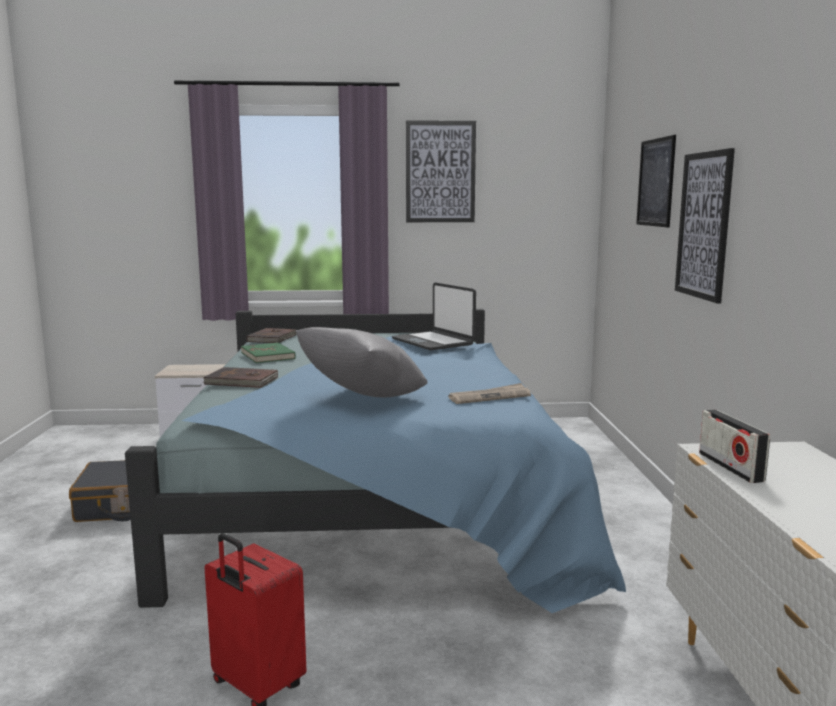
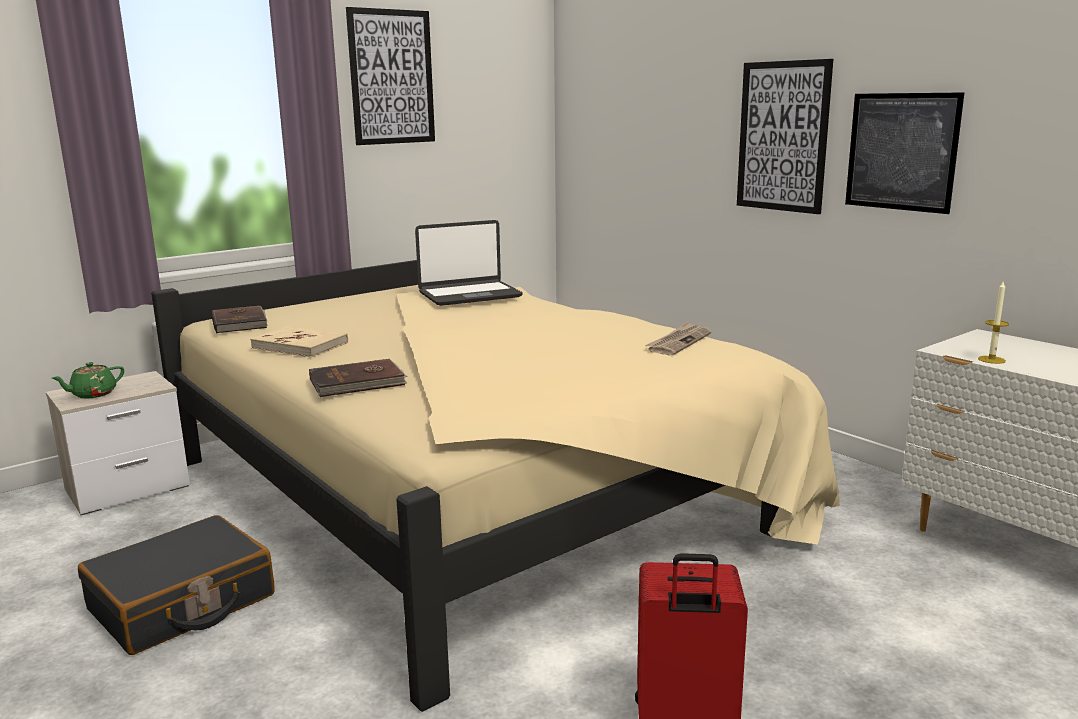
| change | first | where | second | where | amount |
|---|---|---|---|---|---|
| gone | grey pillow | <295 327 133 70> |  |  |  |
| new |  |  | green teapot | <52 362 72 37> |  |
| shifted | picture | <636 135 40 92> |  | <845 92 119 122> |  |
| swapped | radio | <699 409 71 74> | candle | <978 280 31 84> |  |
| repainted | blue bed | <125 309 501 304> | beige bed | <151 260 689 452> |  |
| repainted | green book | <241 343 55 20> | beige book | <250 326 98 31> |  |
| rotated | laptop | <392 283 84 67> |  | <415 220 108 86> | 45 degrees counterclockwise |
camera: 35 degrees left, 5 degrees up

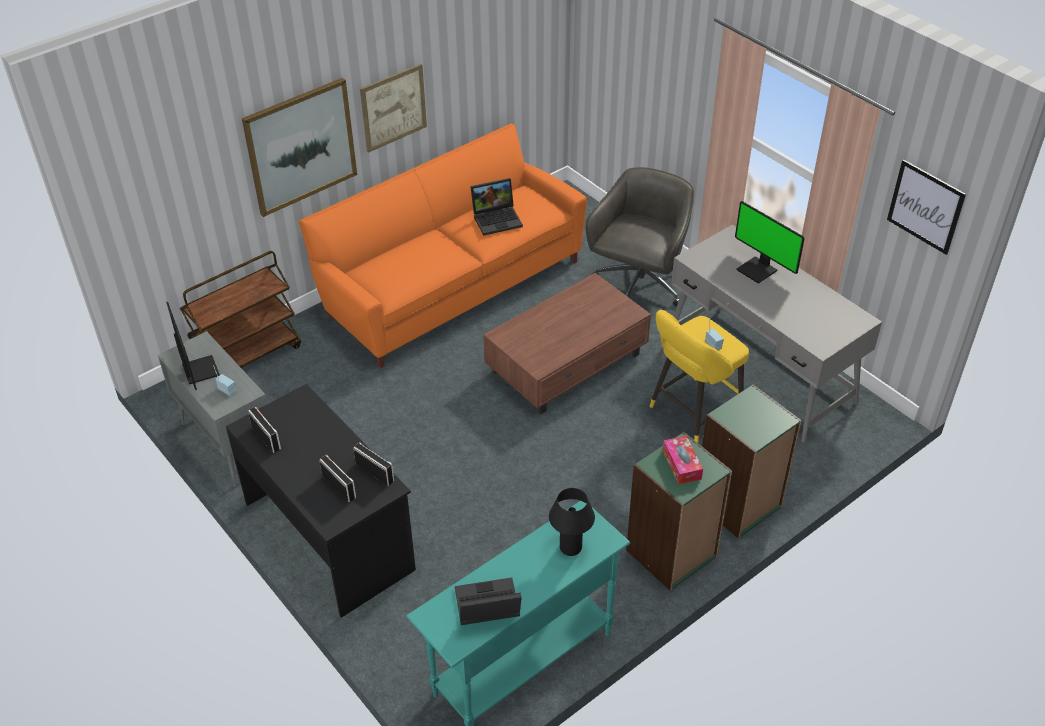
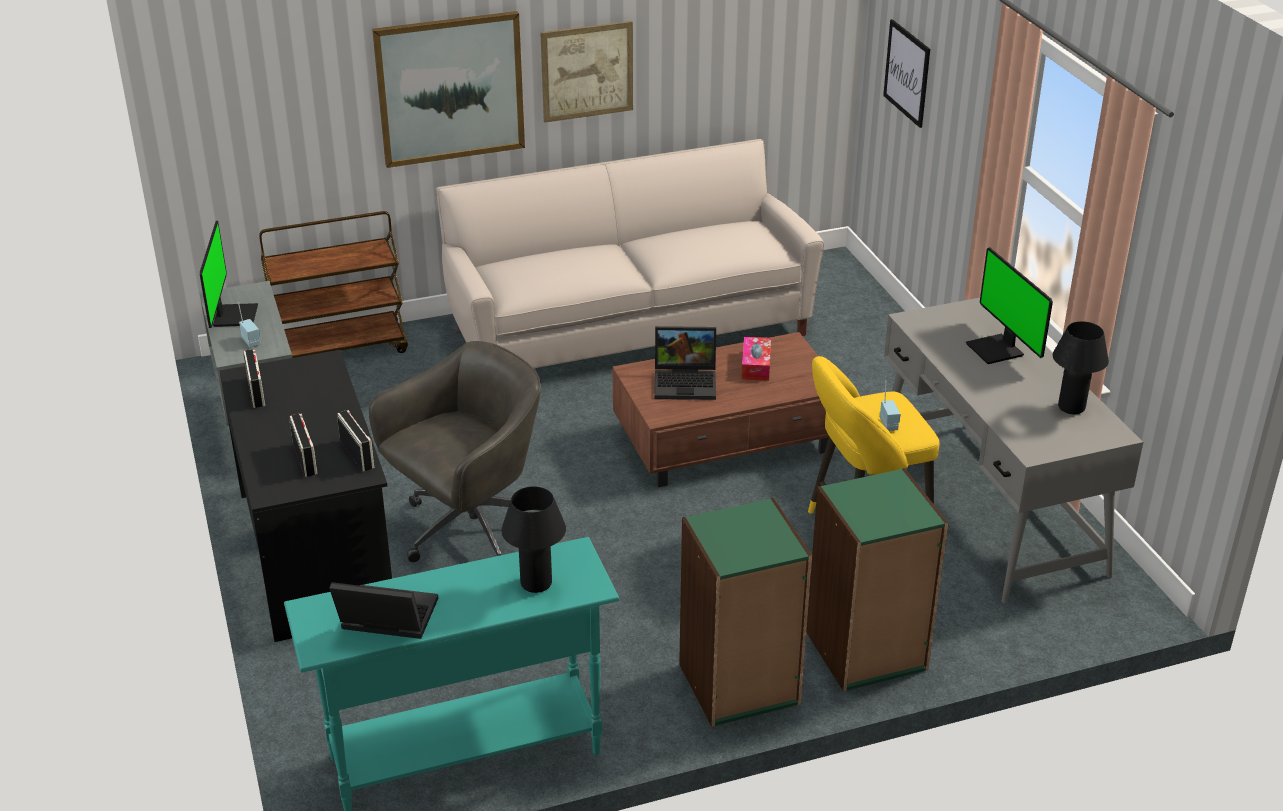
| change | first | where | second | where | amount |
|---|---|---|---|---|---|
| new |  |  | black table lamp | <1053 321 56 93> |  |
| shifted | laptop | <470 178 53 58> |  | <654 326 62 74> |  |
| shifted | grey office chair | <586 167 108 140> |  | <369 341 173 221> |  |
| shifted | tissue box | <663 436 40 48> |  | <742 337 29 44> |  |
| shifted | picture | <887 159 79 96> |  | <883 19 47 109> |  |
| repainted | orange sofa | <299 124 288 244> | beige sofa | <436 139 388 229> |  |
camera: 20 degrees right, 10 degrees down

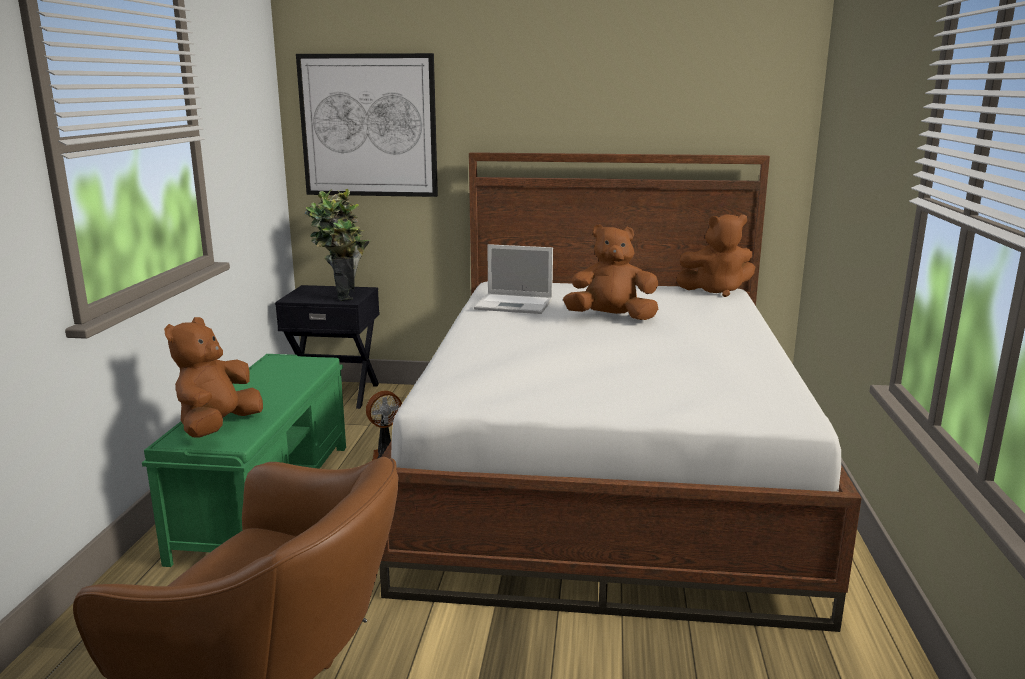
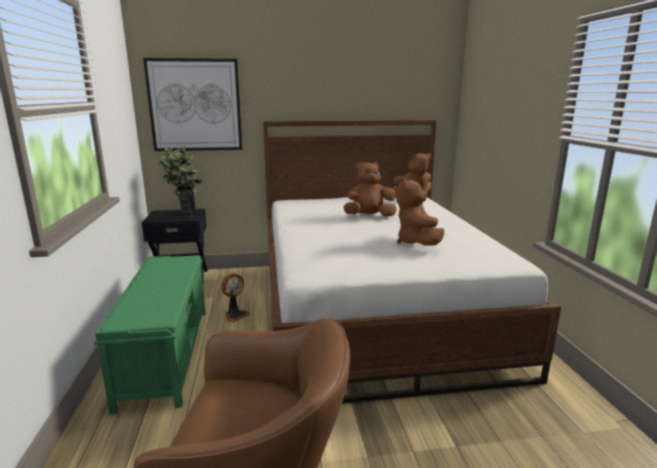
| change | first | where | second | where | amount |
|---|---|---|---|---|---|
| gone | laptop | <474 244 79 70> |  |  |  |
| shifted | brown plush toy | <164 317 99 121> |  | <397 178 48 68> |  |
camera: 15 degrees left, 0 degrees up

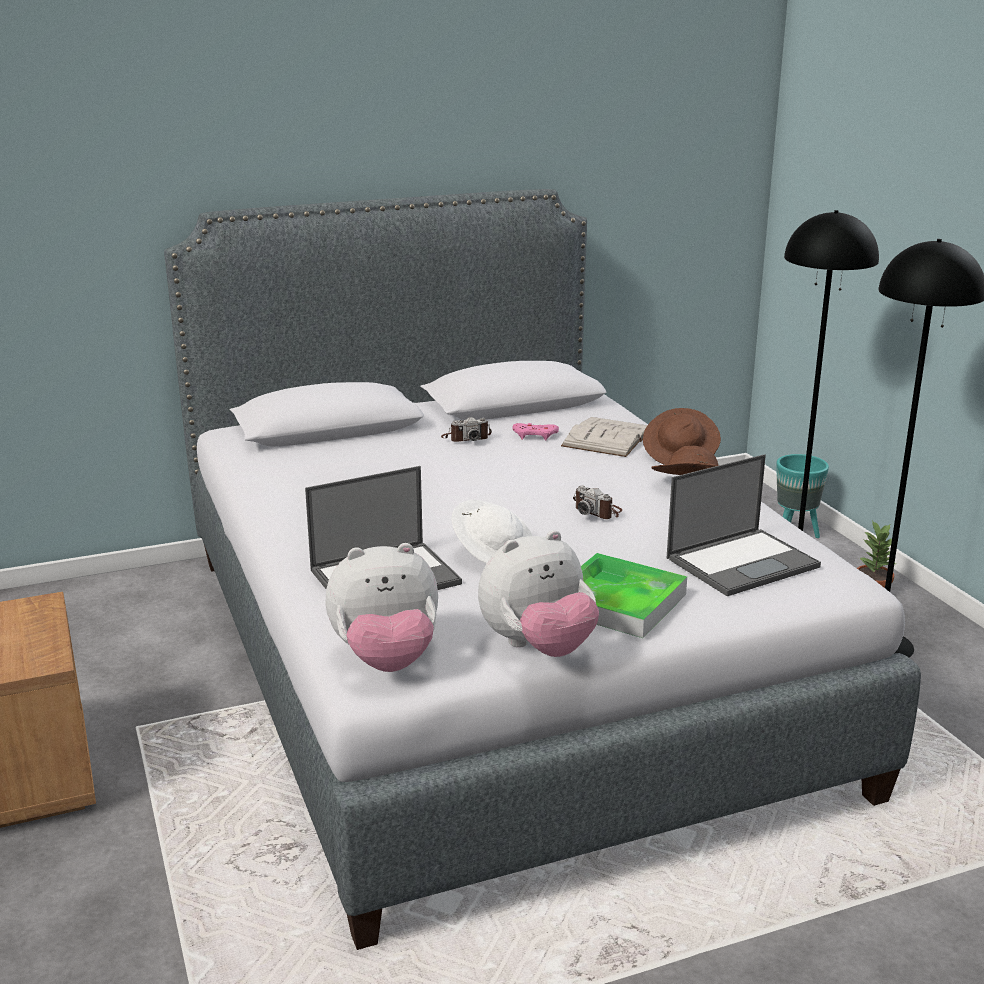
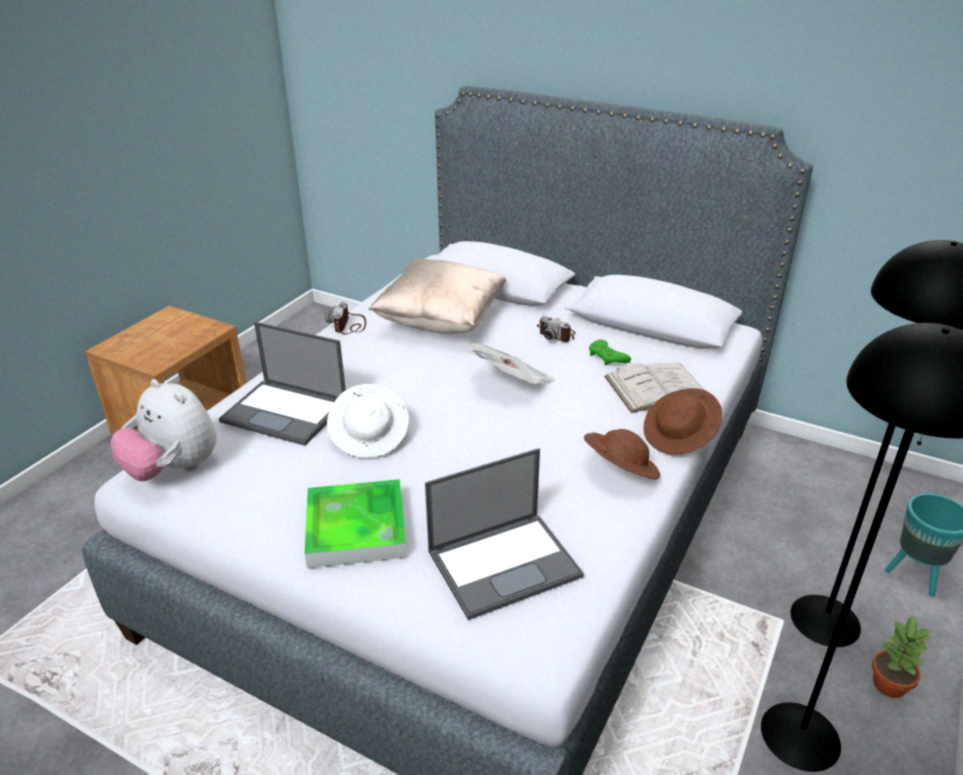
| change | first | where | second | where | amount |
|---|---|---|---|---|---|
| gone | plush toy | <478 530 121 127> |  |  |  |
| new |  |  | beige pillow | <368 258 138 76> |  |
| new |  |  | newspaper | <468 343 86 41> |  |
| shifted | photo camera | <573 485 49 34> |  | <325 302 41 32> |  |
| repainted | pink game controller | <512 423 47 17> | green game controller | <589 340 42 26> |  |
| rotated | laptop | <667 454 154 142> |  | <425 448 159 172> | 45 degrees counterclockwise |
camera: 50 degrees right, 10 degrees up

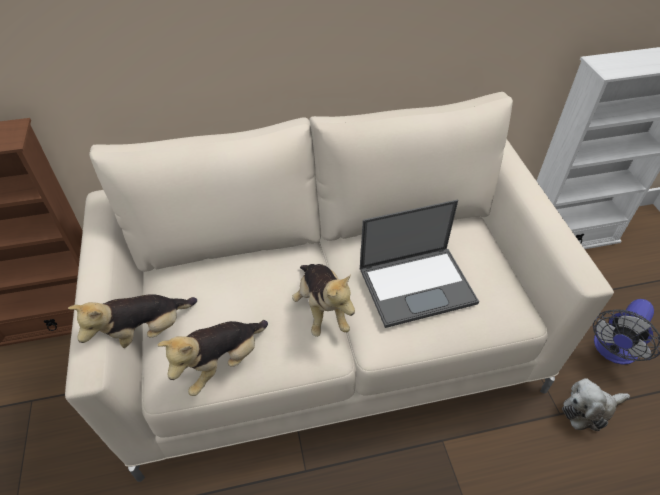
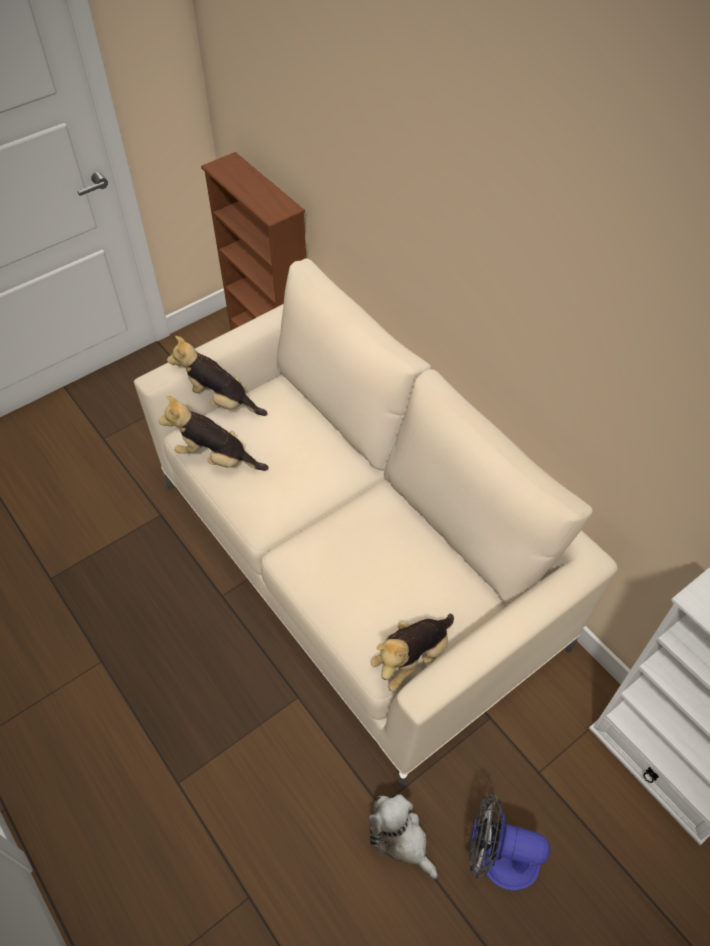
| change | first | where | second | where | amount |
|---|---|---|---|---|---|
| gone | laptop | <360 200 119 128> |  |  |  |
| shifted | plush toy | <292 264 63 73> |  | <371 614 83 77> |  |
camera: 65 degrees right, 5 degrees up

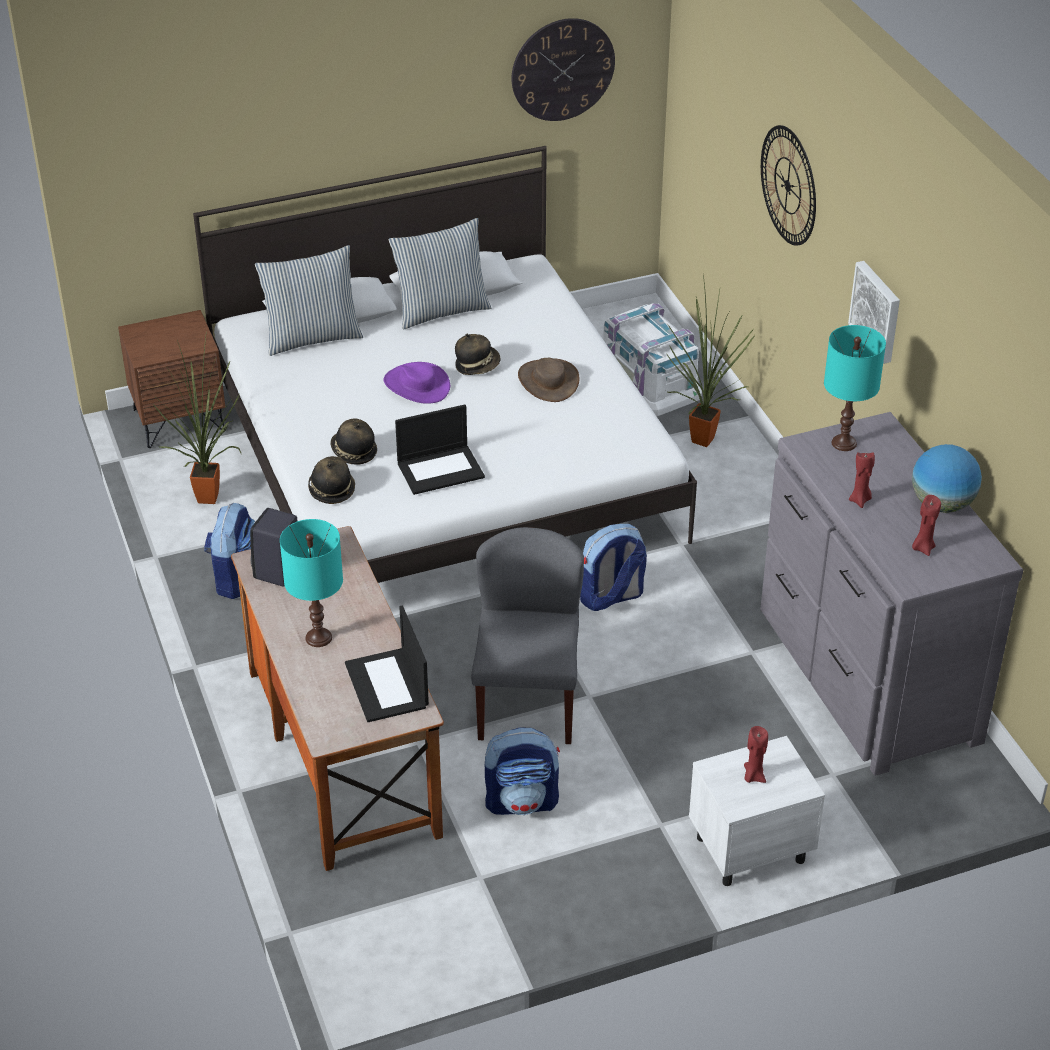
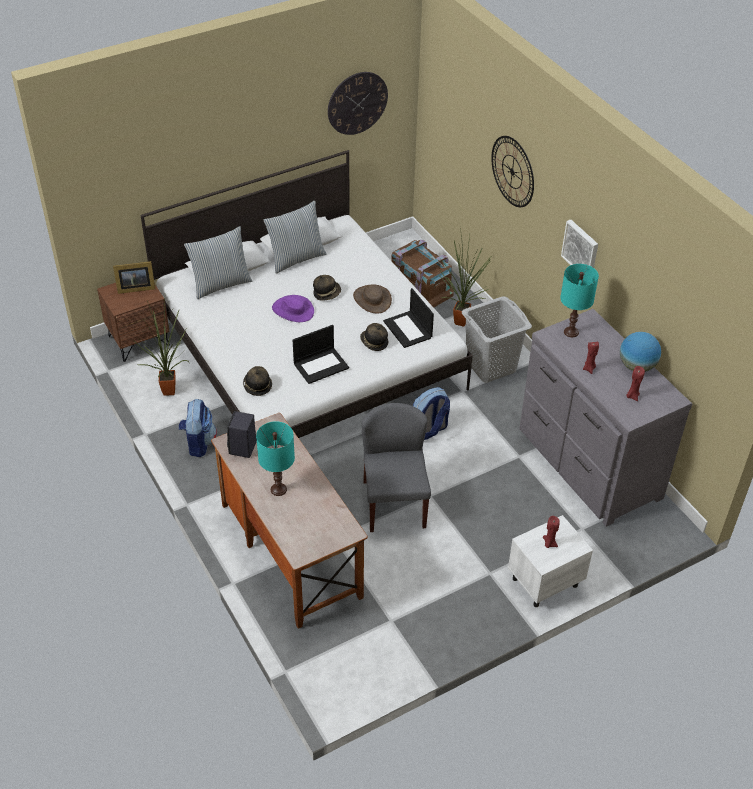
| change | first | where | second | where | amount |
|---|---|---|---|---|---|
| gone | backpack | <485 727 75 88> |  |  |  |
| new |  |  | picture frame | <113 261 42 33> |  |
| new |  |  | grey laundry basket | <462 296 70 87> |  |
| shifted | hat | <330 418 47 47> |  | <360 323 28 28> |  |
| shifted | laptop | <345 605 84 117> |  | <383 288 51 60> |  |
| repainted | white storage box | <603 303 99 113> | brown storage box | <391 240 63 68> |  |
camera: 10 degrees left, 5 degrees up

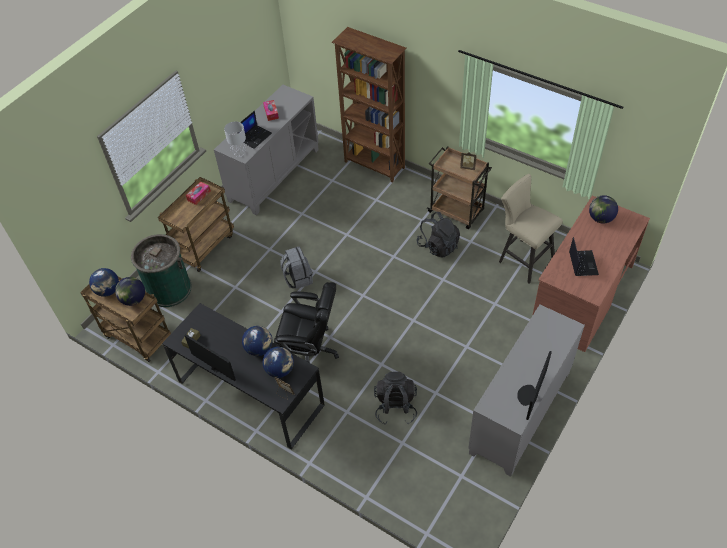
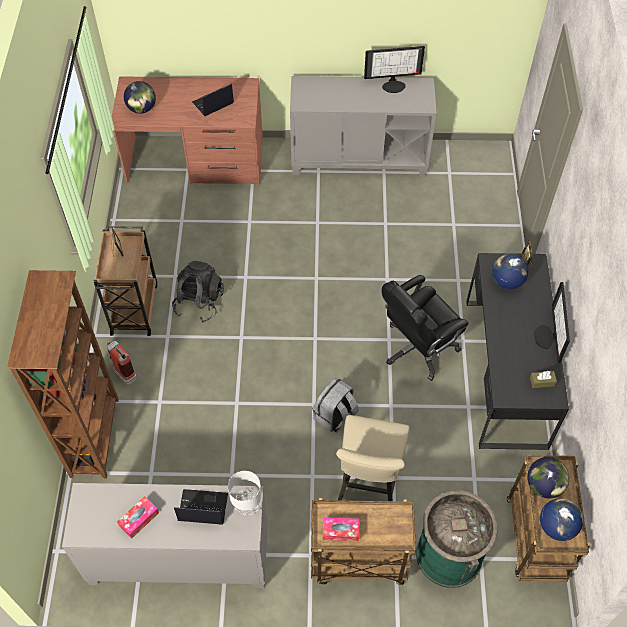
| change | first | where | second | where | amount |
|---|---|---|---|---|---|
| gone | globe | <242 326 31 30> |  |  |  |
| gone | black backpack | <374 372 43 53> |  |  |  |
| new |  |  | fire extinguisher | <107 341 30 44> |  |
| shifted | beige stool | <499 174 64 109> |  | <336 415 74 86> |  |
| rotated | black office chair | <274 282 65 81> |  | <382 275 86 106> | 105 degrees counterclockwise |
camera: 125 degrees left, 5 degrees up

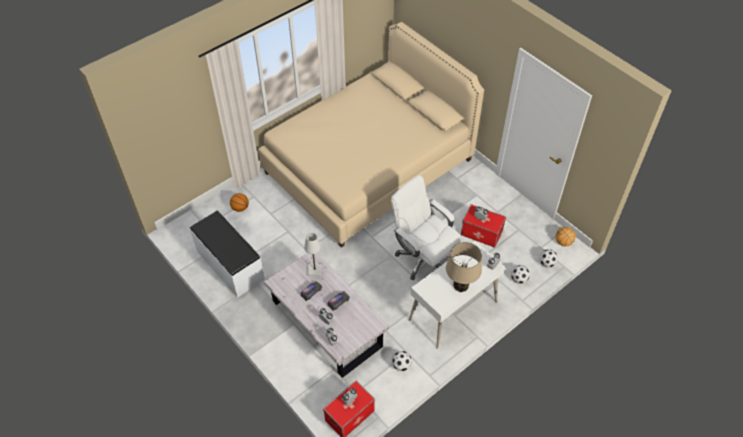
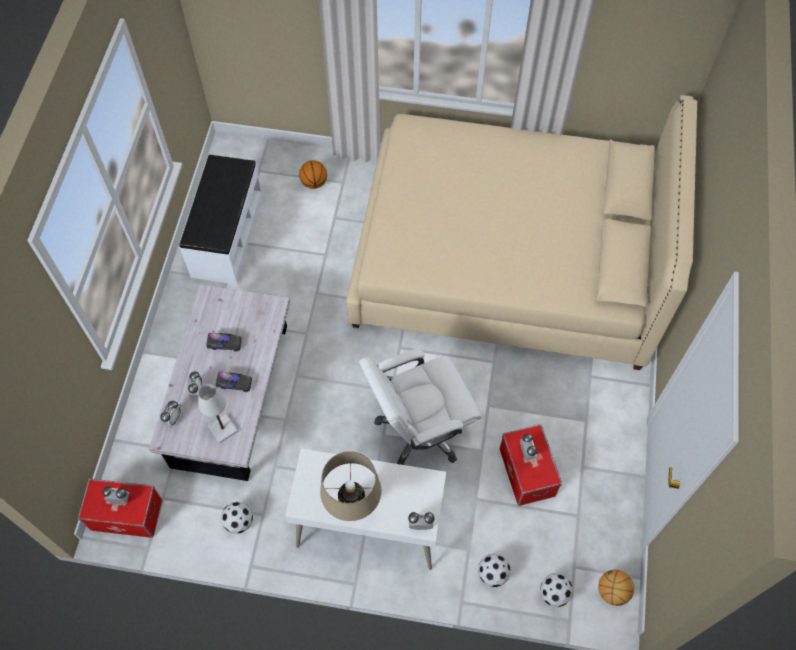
| change | first | where | second | where | amount |
|---|---|---|---|---|---|
| shifted | white table lamp | <304 233 18 43> |  | <198 384 40 59> |  |
| rotated | white office chair | <391 175 71 105> |  | <359 349 123 116> | 120 degrees counterclockwise |
camera: 50 degrees right, 10 degrees up

